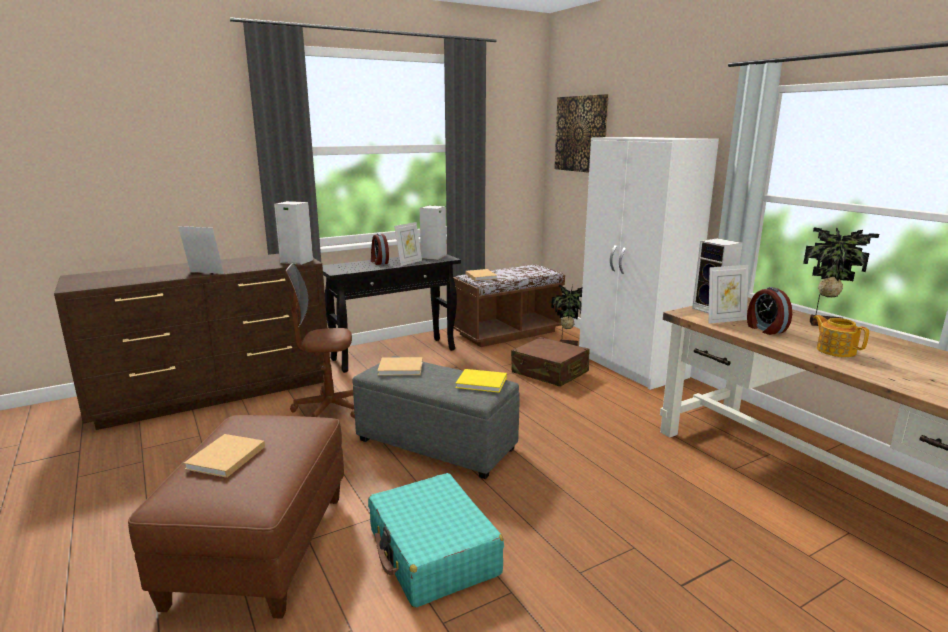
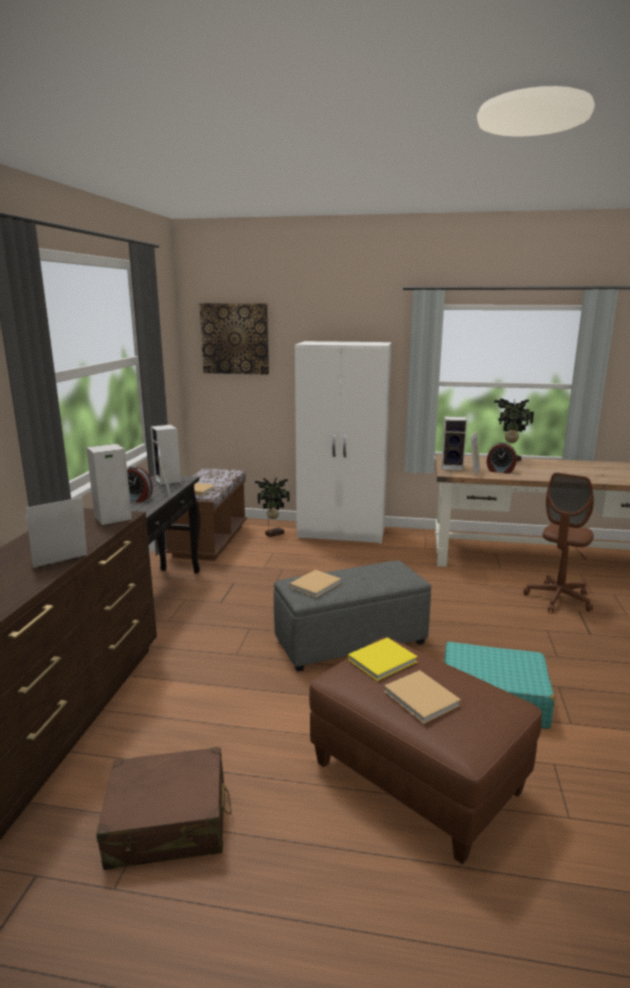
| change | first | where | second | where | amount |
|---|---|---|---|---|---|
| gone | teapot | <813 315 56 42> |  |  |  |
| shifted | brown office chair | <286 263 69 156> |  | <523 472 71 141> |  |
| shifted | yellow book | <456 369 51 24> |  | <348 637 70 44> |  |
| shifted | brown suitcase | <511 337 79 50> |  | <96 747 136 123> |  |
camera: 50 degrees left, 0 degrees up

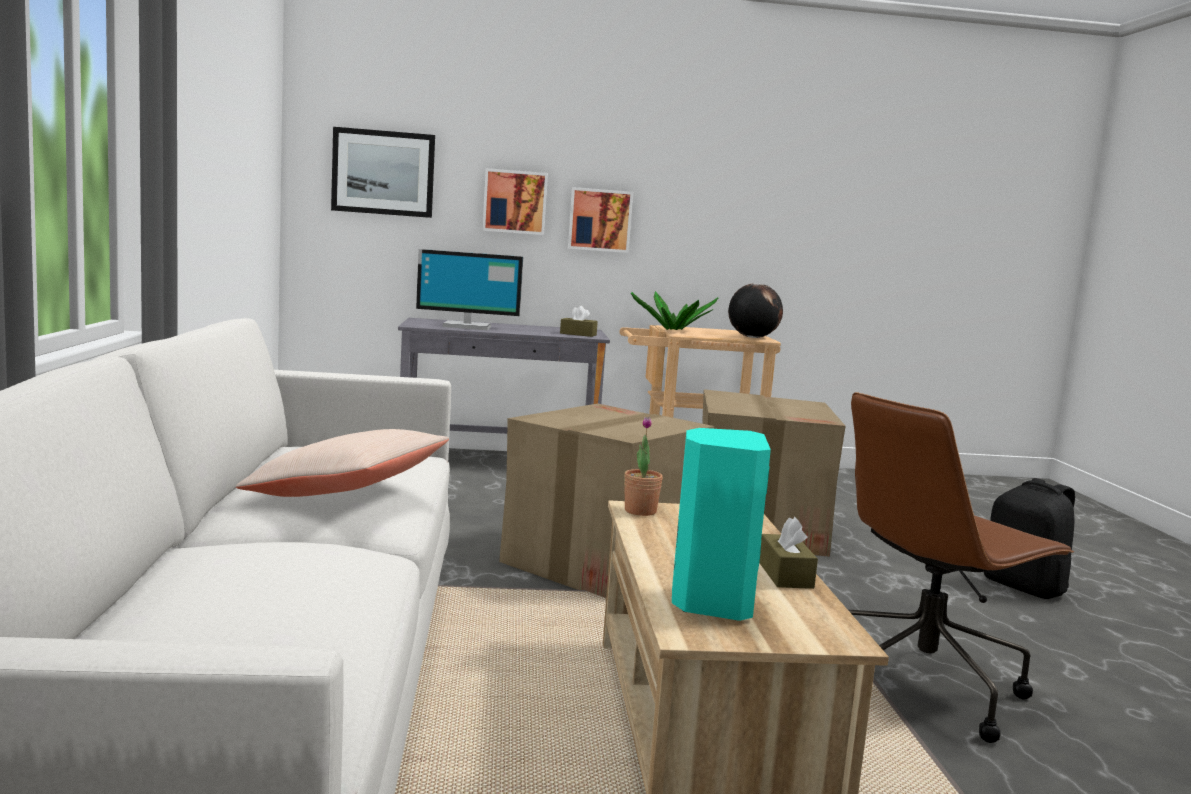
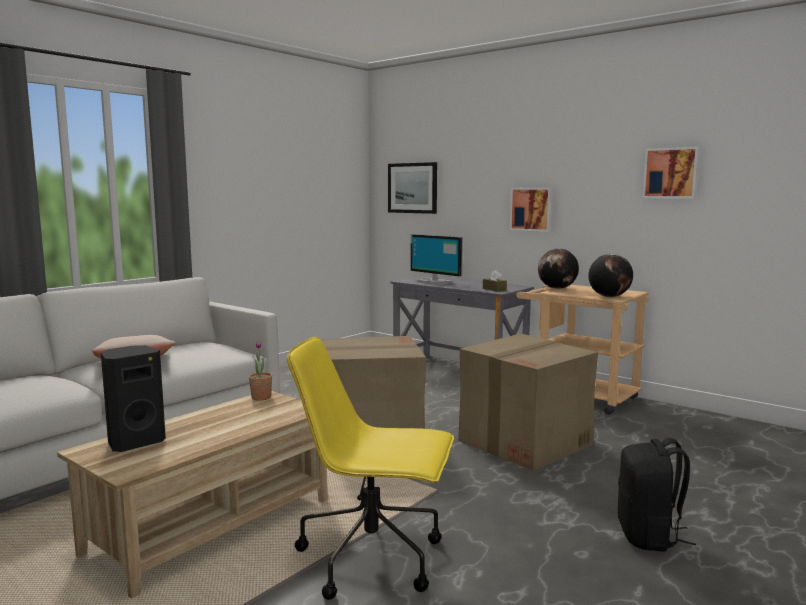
| change | first | where | second | where | amount |
|---|---|---|---|---|---|
| gone | brown tissue box | <759 517 59 72> |  |  |  |
| shifted | picture | <482 168 66 67> |  | <643 147 57 52> |  |
| swapped | potted plant | <631 291 88 39> | globe | <538 249 41 40> |  |
| repainted | turquoise speaker | <672 428 99 193> | black speaker | <101 345 65 107> |  |
| repainted | brown office chair | <848 392 226 351> | yellow office chair | <287 337 167 263> |  |
camera: 45 degrees right, 0 degrees up

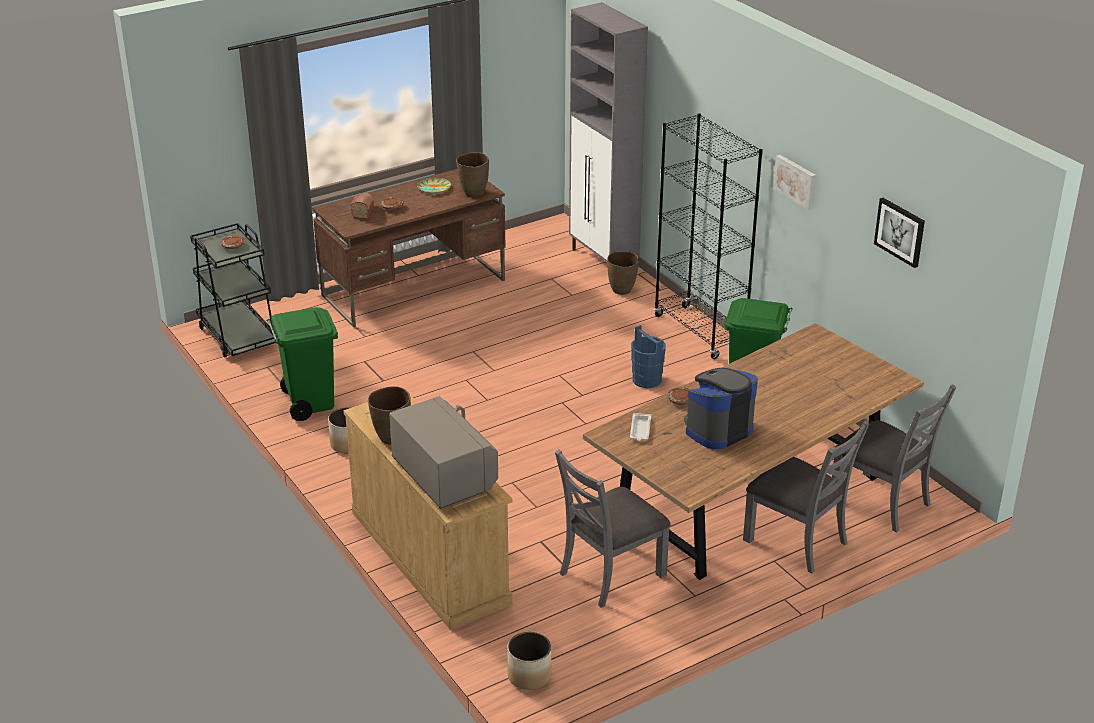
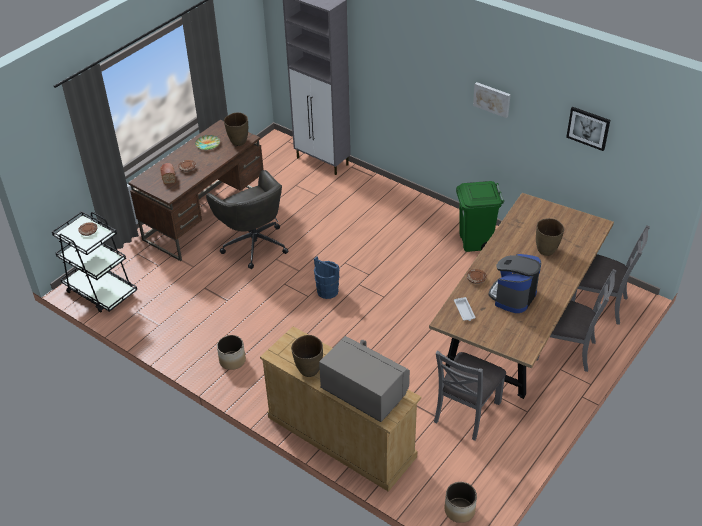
| change | first | where | second | where | amount |
|---|---|---|---|---|---|
| gone | green trash can | <267 307 71 114> |  |  |  |
| gone | black bookcase | <654 113 109 246> |  |  |  |
| new |  |  | grey office chair | <206 170 83 99> |  |
| shifted | brown vase | <607 251 32 44> |  | <536 218 29 38> |  |
| shifted | blue bucket | <631 325 35 63> |  | <314 256 25 43> |  |
camera: 20 degrees left, 10 degrees up

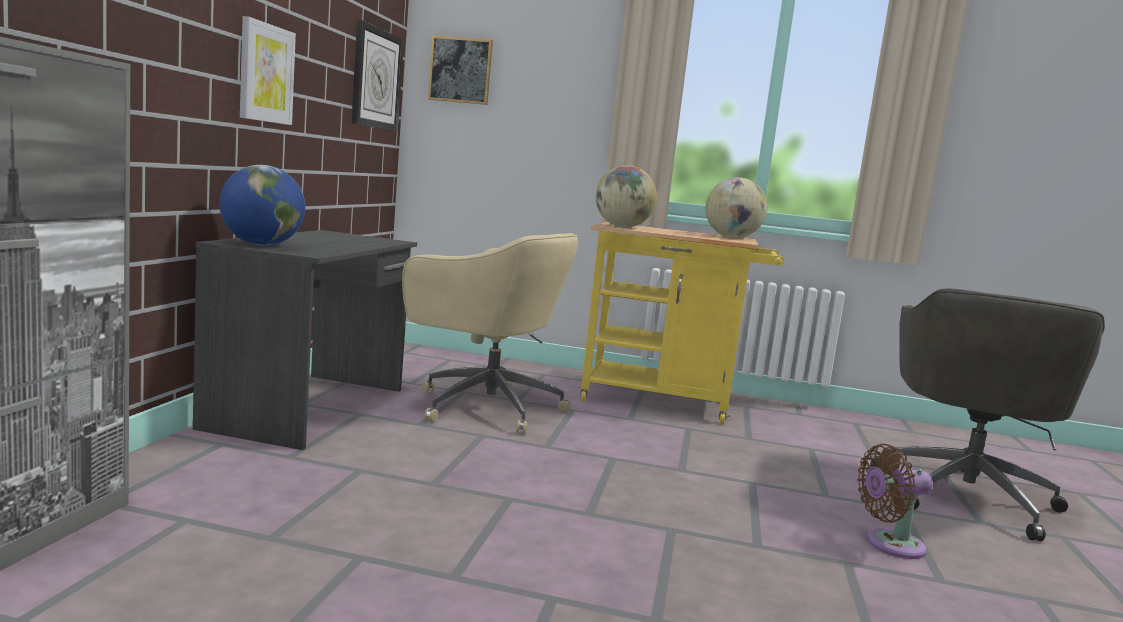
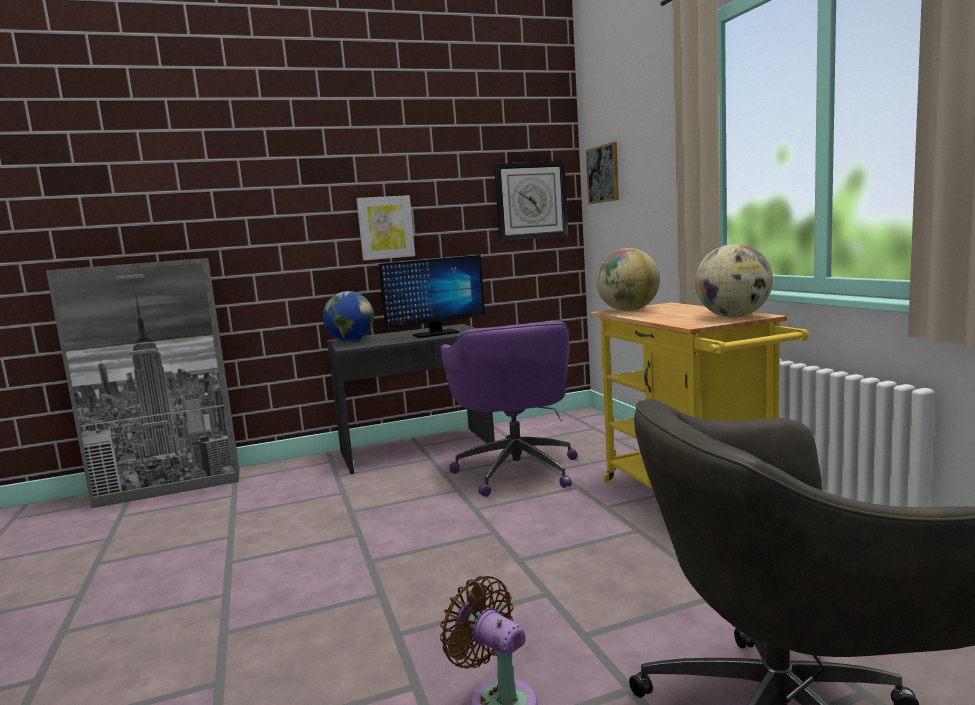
| change | first | where | second | where | amount |
|---|---|---|---|---|---|
| new |  |  | monitor | <379 255 106 83> |  |
| repainted | beige office chair | <402 233 176 201> | purple office chair | <440 321 138 176> |  |
camera: 60 degrees right, 0 degrees up

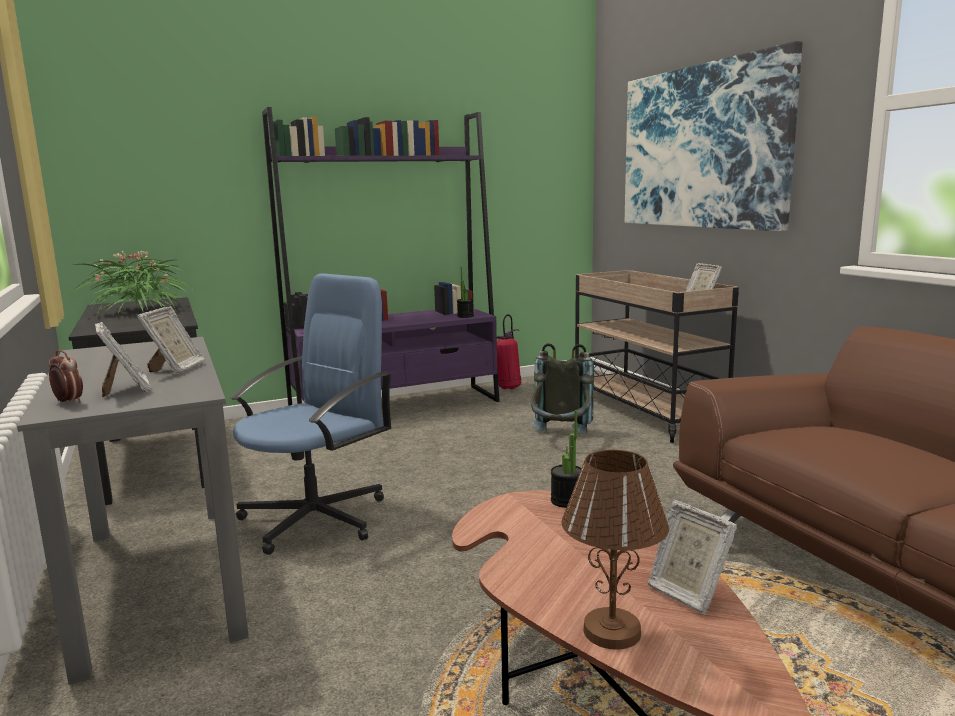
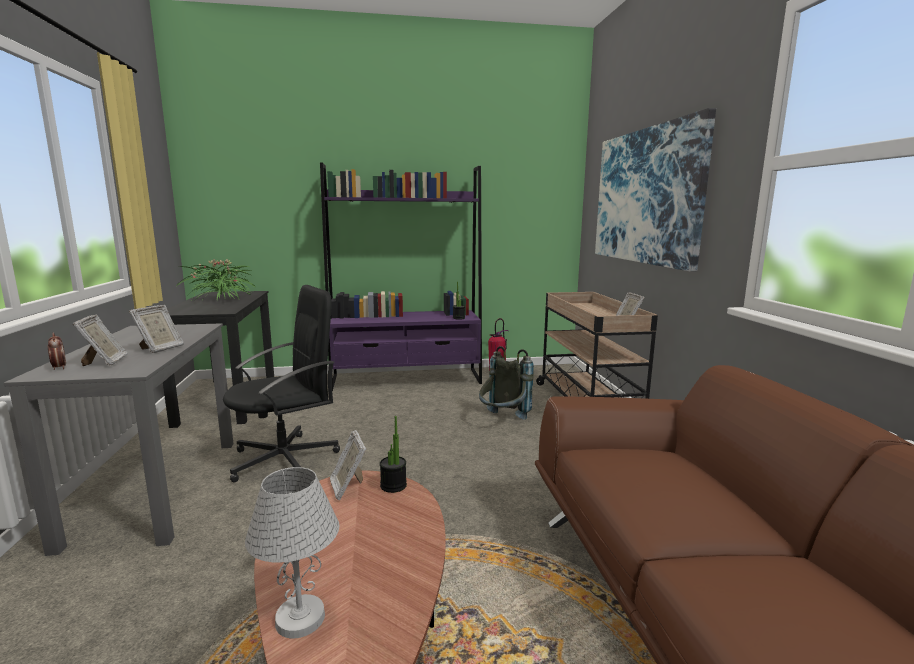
| change | first | where | second | where | amount |
|---|---|---|---|---|---|
| shifted | picture frame | <648 500 89 114> |  | <330 430 36 70> |  |
| repainted | blue office chair | <231 273 161 282> | black office chair | <223 285 117 197> |  |
| repainted | brown table lamp | <562 450 107 200> | white table lamp | <245 467 94 172> |  |
camera: 15 degrees right, 0 degrees up

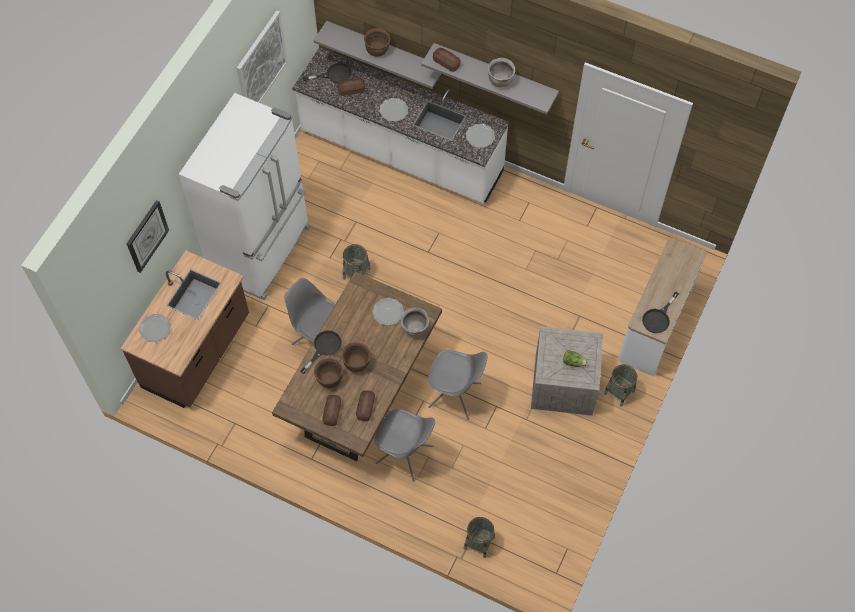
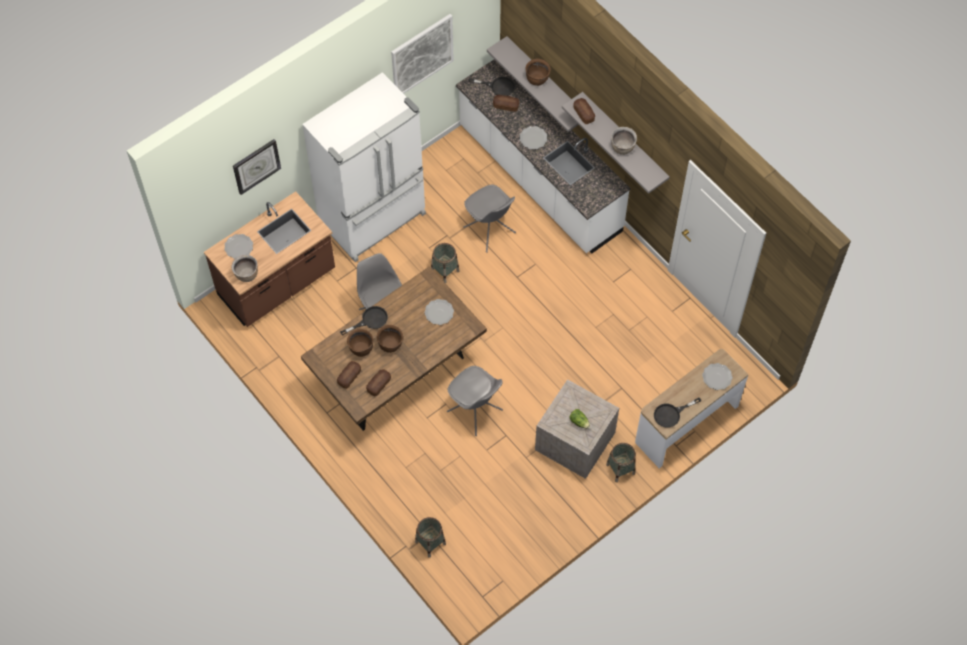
| change | first | where | second | where | amount |
|---|---|---|---|---|---|
| shifted | grey chair | <375 409 60 73> |  | <463 184 53 69> |  |
| shifted | brown cooking pot | <401 308 28 29> |  | <232 255 26 27> |  |
| shifted | plate | <466 124 29 24> |  | <702 363 31 27> |  |
camera: 25 degrees right, 0 degrees up

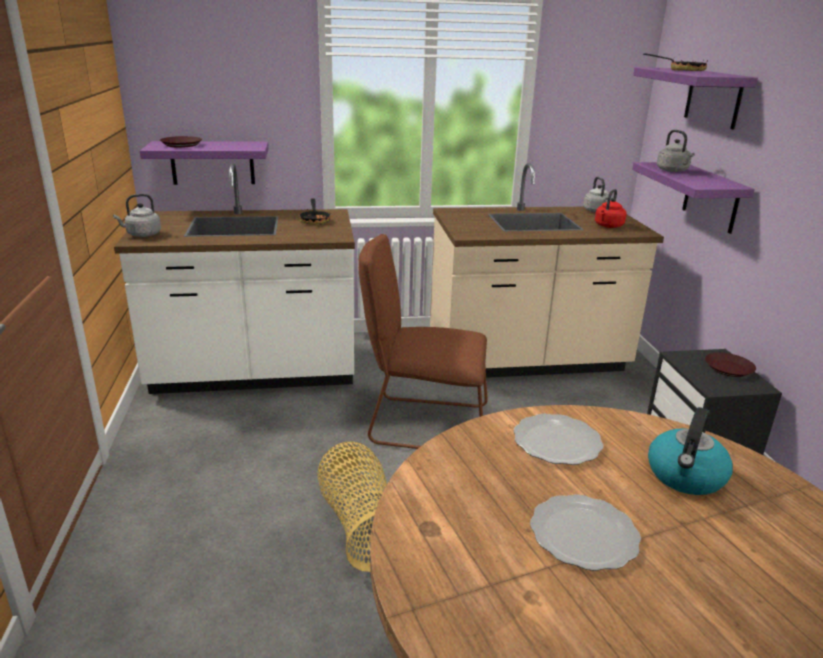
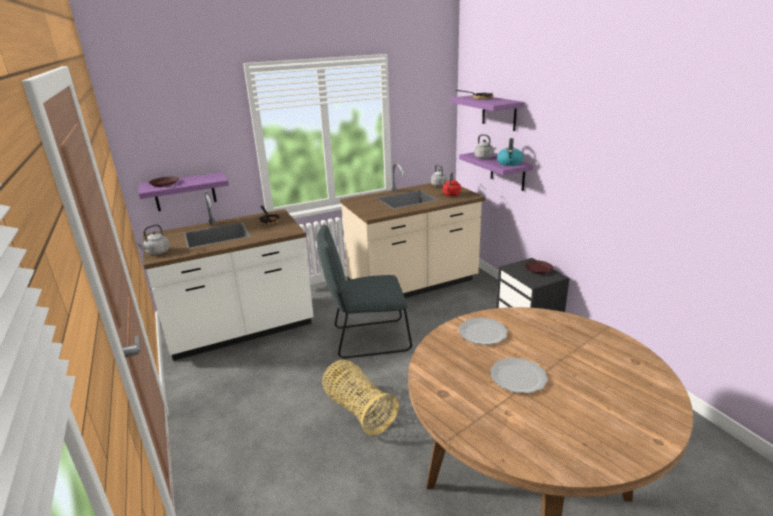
| change | first | where | second | where | amount |
|---|---|---|---|---|---|
| shifted | kettle | <648 407 85 88> |  | <497 138 27 28> |  |
| repainted | brown chair | <358 234 130 215> | grey chair | <317 225 95 133> |  |
camera: 15 degrees left, 0 degrees up

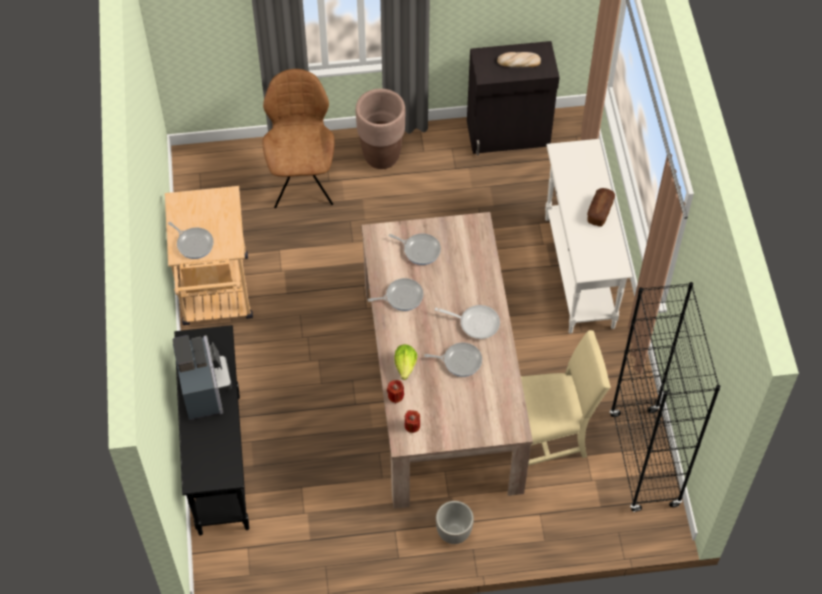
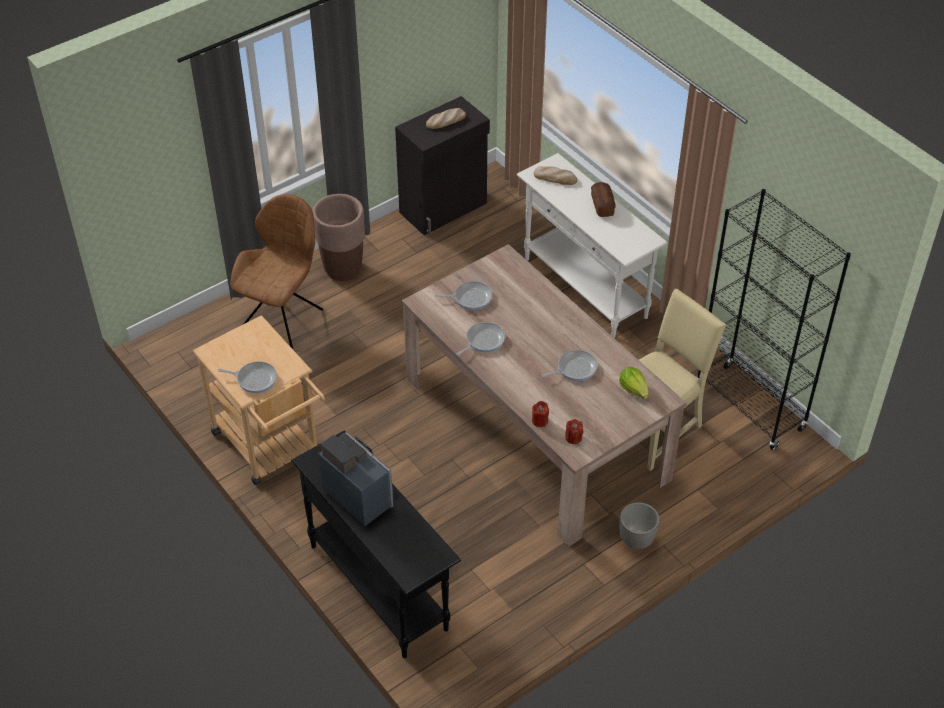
| change | first | where | second | where | amount |
|---|---|---|---|---|---|
| gone | frying pan | <435 305 65 34> |  |  |  |
| new |  |  | bread | <533 166 44 19> |  |
| shifted | lettuce | <394 344 23 36> |  | <619 367 29 32> |  |
| rotated | brown chair | <262 69 72 139> |  | <230 194 93 155> | 60 degrees clockwise |
camera: 30 degrees left, 10 degrees down

